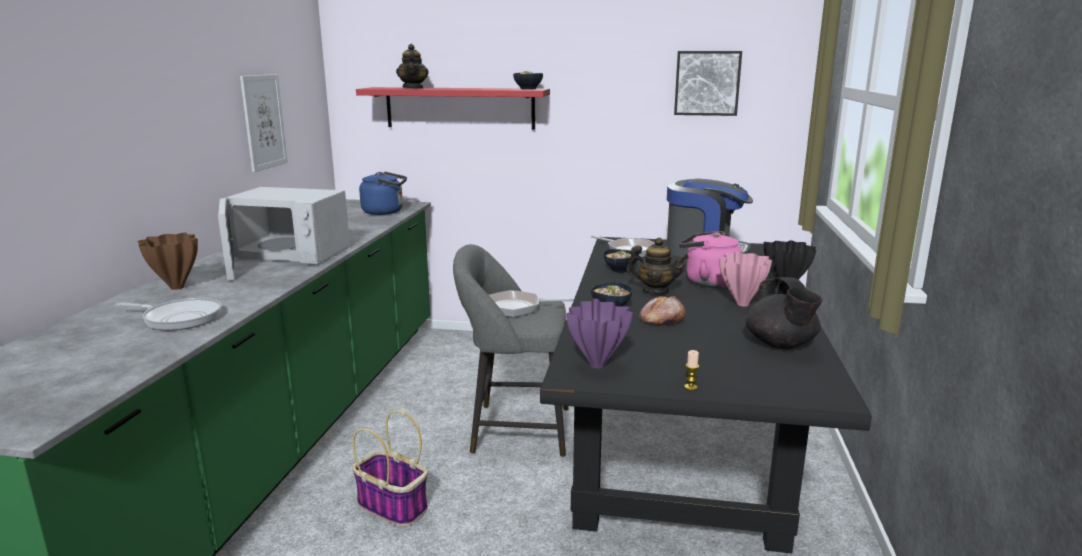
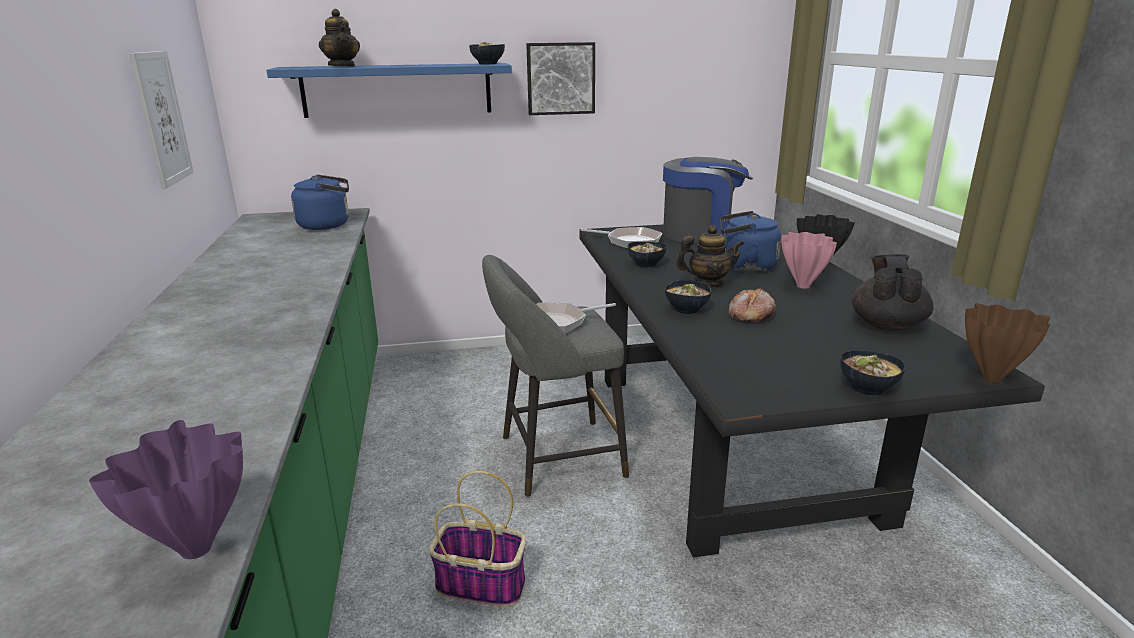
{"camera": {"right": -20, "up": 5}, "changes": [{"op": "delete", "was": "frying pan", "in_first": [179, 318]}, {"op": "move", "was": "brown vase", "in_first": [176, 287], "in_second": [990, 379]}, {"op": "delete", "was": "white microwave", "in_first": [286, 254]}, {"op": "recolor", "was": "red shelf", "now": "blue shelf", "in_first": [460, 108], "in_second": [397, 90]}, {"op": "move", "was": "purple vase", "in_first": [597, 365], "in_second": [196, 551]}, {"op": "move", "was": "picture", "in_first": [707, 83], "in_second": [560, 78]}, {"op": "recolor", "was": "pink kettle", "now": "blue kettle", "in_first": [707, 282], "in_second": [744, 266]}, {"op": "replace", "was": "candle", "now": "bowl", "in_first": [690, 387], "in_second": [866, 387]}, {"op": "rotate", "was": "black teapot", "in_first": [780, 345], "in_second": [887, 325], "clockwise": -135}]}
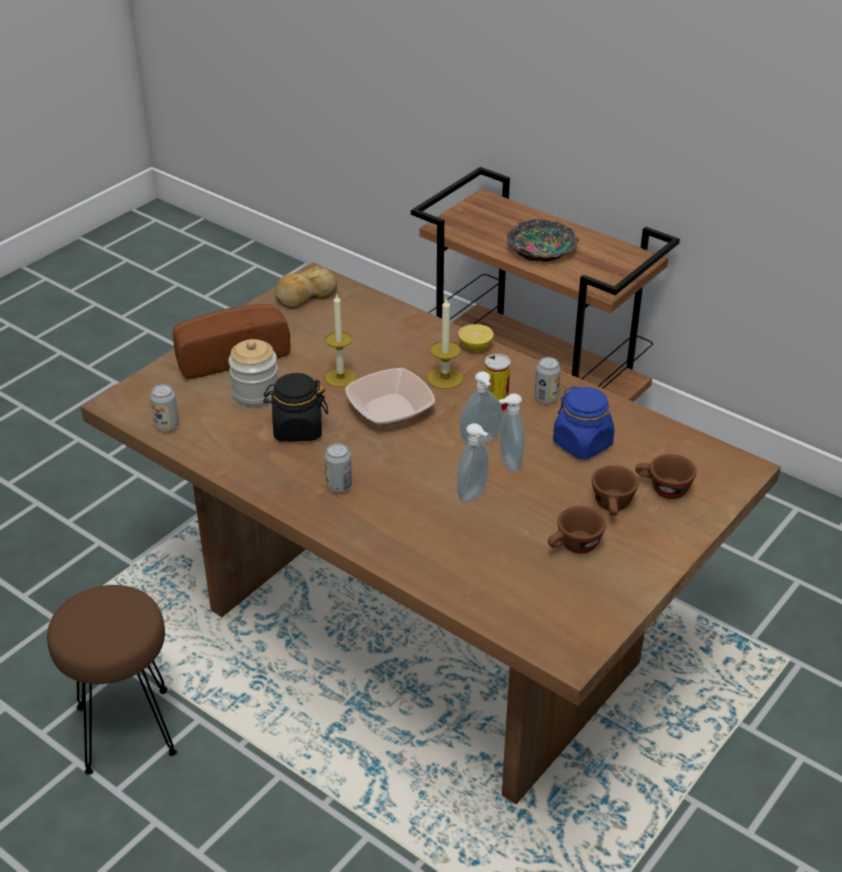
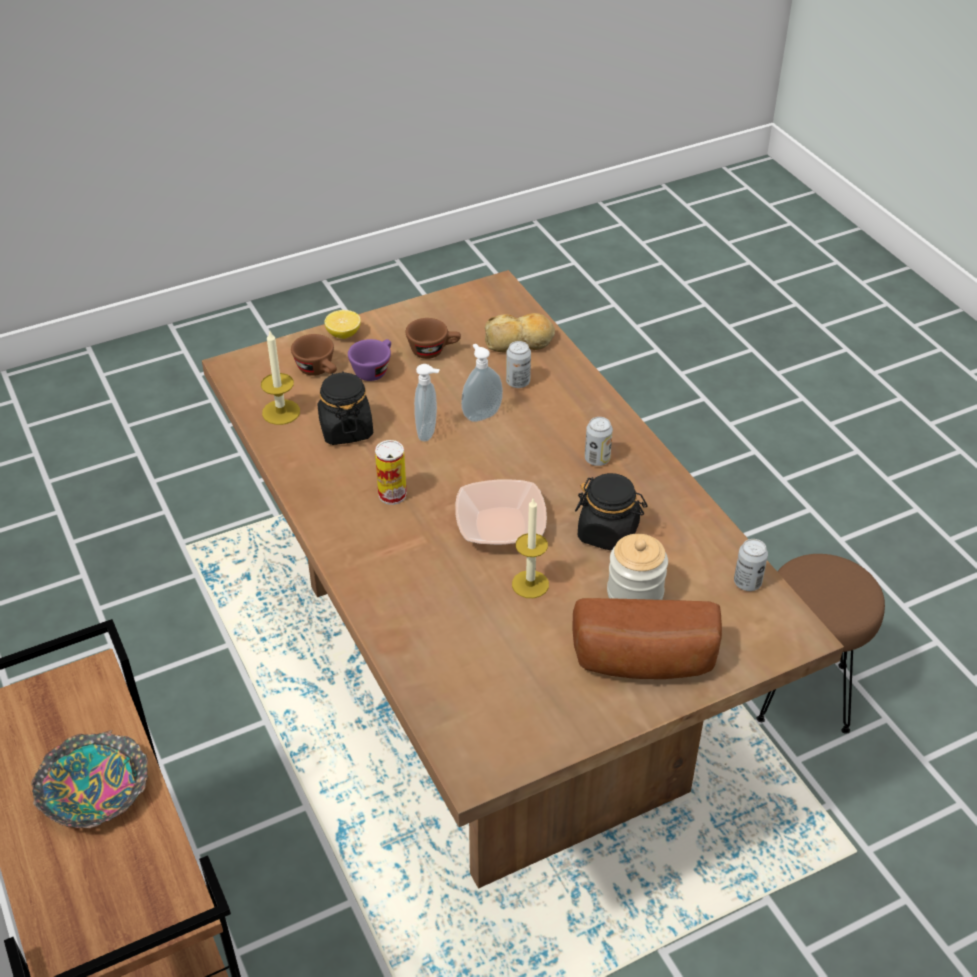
{"camera": {"right": -155, "up": 5}, "changes": [{"op": "move", "was": "bread", "in_first": [305, 296], "in_second": [519, 341]}, {"op": "move", "was": "candle", "in_first": [445, 378], "in_second": [281, 412]}, {"op": "move", "was": "lemon", "in_first": [475, 347], "in_second": [343, 334]}, {"op": "delete", "was": "soap dispenser", "in_first": [481, 442]}, {"op": "move", "was": "can", "in_first": [546, 398], "in_second": [518, 382]}, {"op": "recolor", "was": "blue jar", "now": "black jar", "in_first": [583, 444], "in_second": [346, 429]}, {"op": "recolor", "was": "brown cup", "now": "purple cup", "in_first": [613, 507], "in_second": [373, 369]}]}
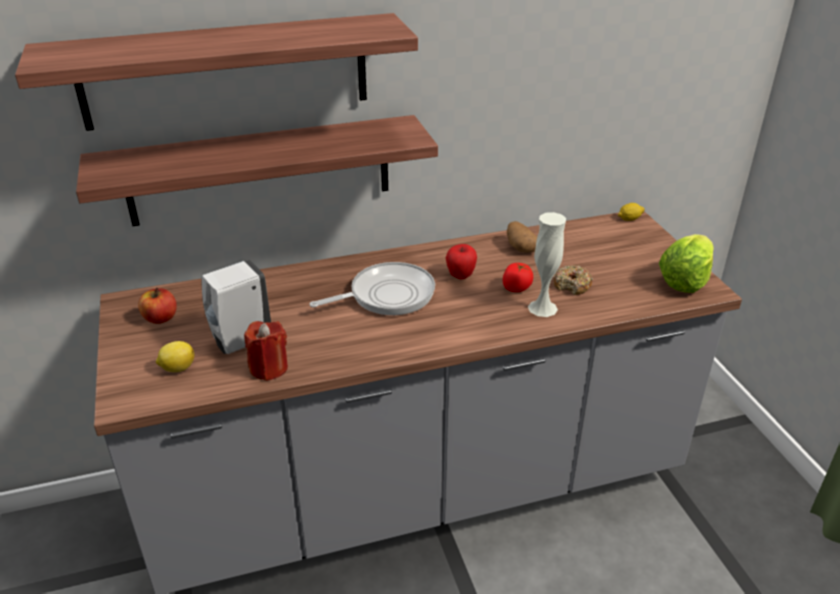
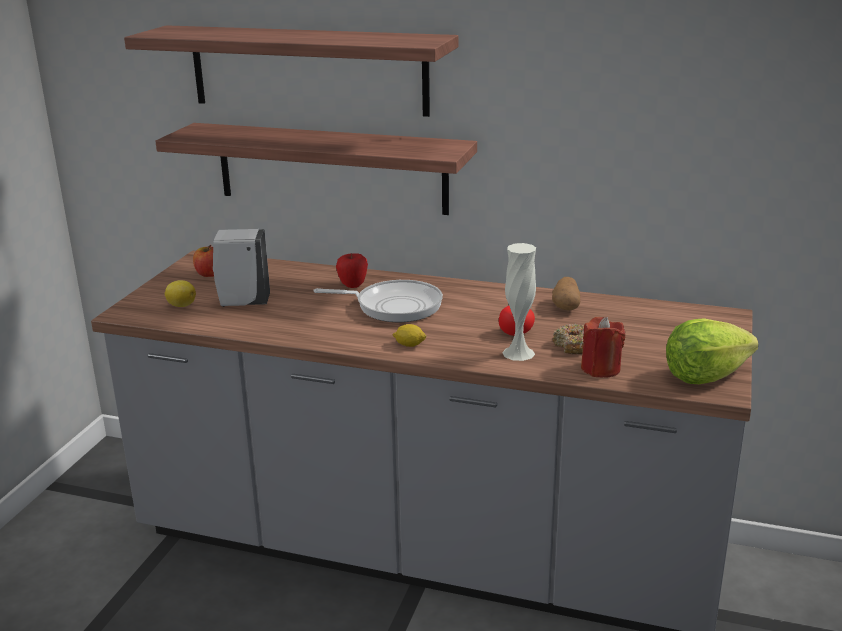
{"camera": {"right": 35, "up": -10}, "changes": [{"op": "move", "was": "red candle", "in_first": [269, 368], "in_second": [600, 369]}, {"op": "move", "was": "apple", "in_first": [460, 276], "in_second": [353, 285]}, {"op": "move", "was": "lemon", "in_first": [629, 219], "in_second": [409, 345]}]}
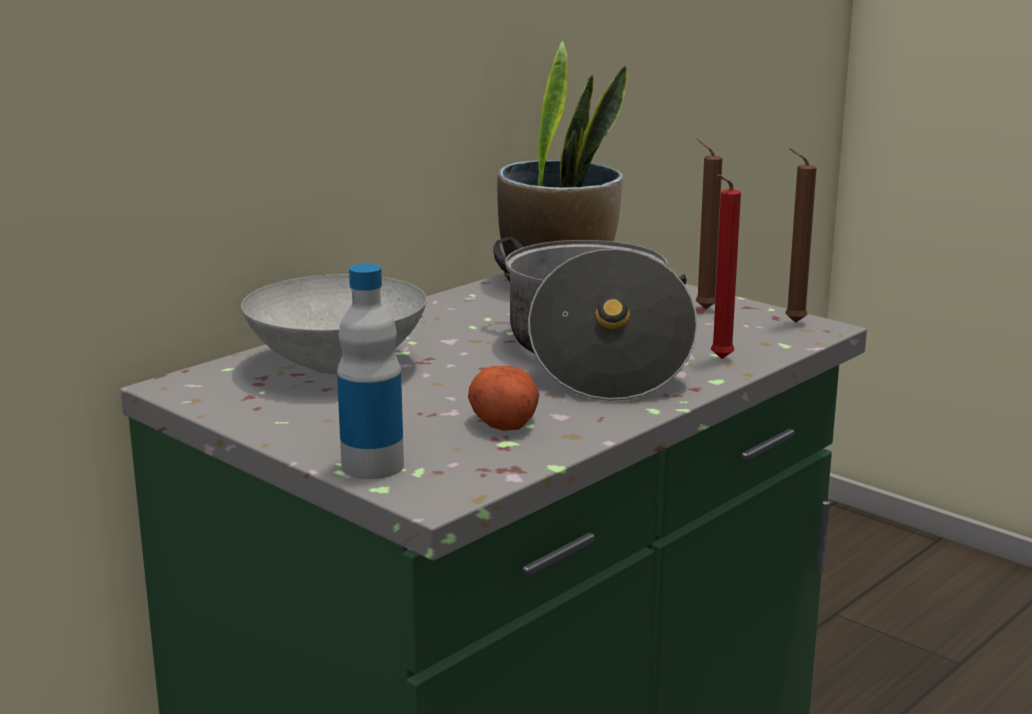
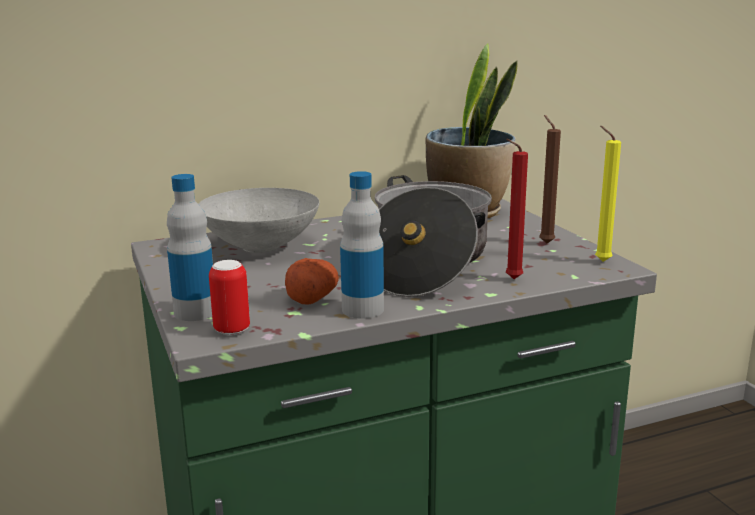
{"camera": {"right": 25, "up": 0}, "changes": [{"op": "recolor", "was": "brown candle", "now": "yellow candle", "in_first": [791, 322], "in_second": [600, 261]}, {"op": "insert", "now": "can", "in_second": [232, 330]}, {"op": "insert", "now": "bottle", "in_second": [362, 309]}]}
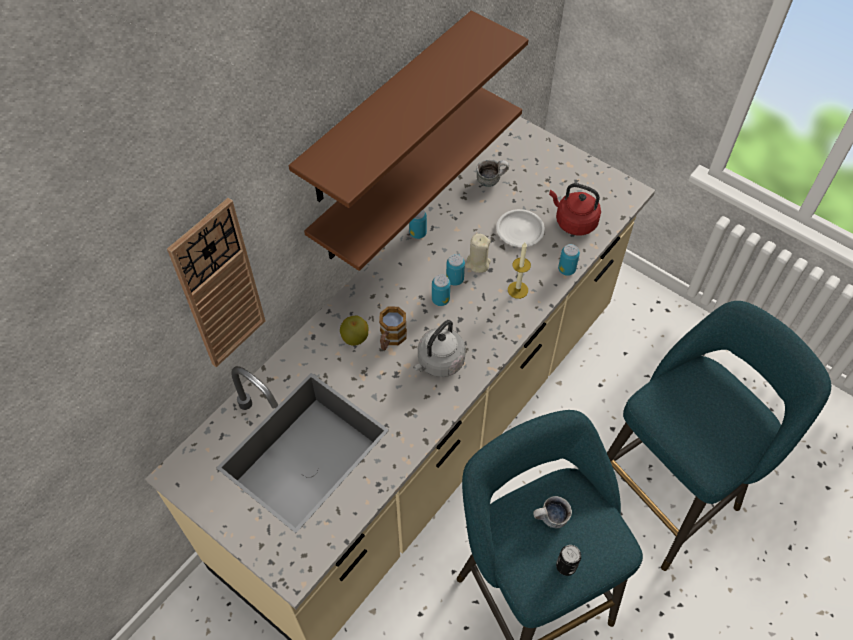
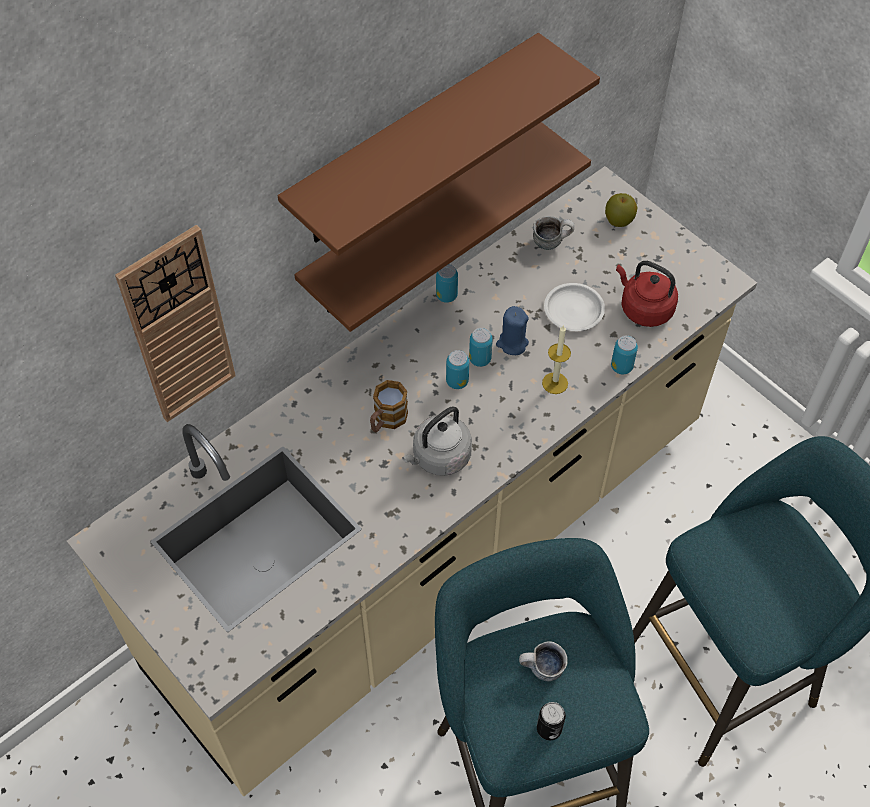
{"camera": {"right": 10, "up": 0}, "changes": [{"op": "move", "was": "apple", "in_first": [355, 338], "in_second": [619, 220]}, {"op": "recolor", "was": "beige candle", "now": "blue candle", "in_first": [477, 263], "in_second": [512, 343]}]}
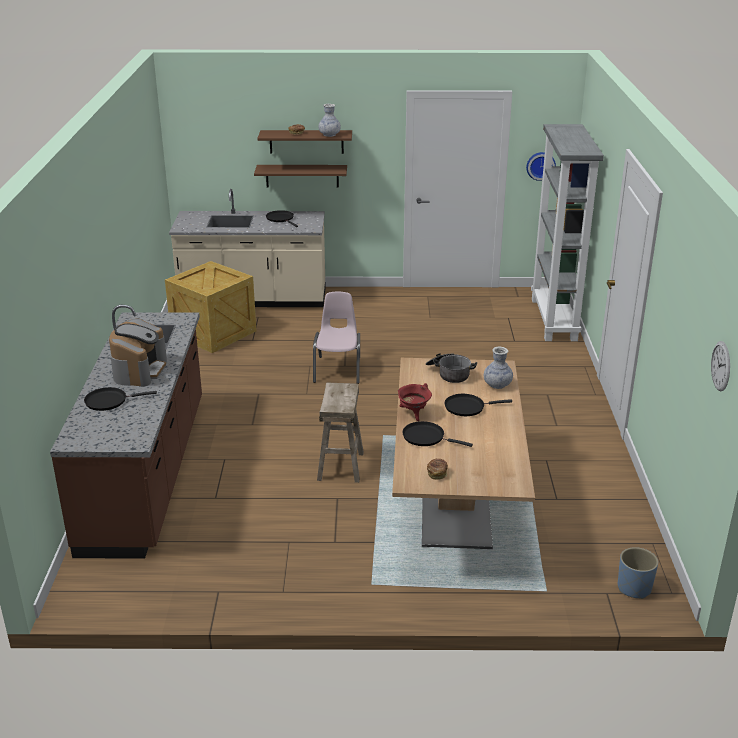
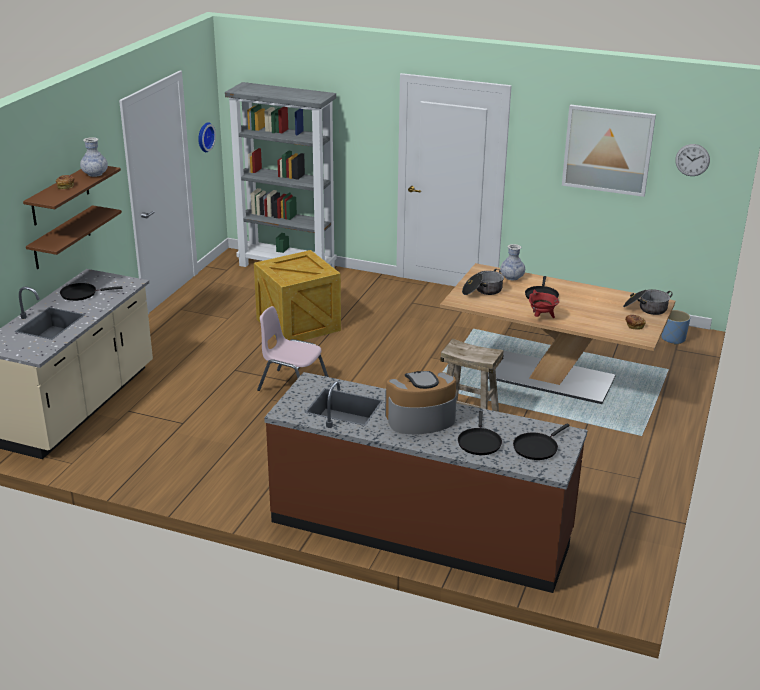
{"camera": {"right": -70, "up": 0}, "changes": [{"op": "rotate", "was": "coffee machine", "in_first": [139, 370], "in_second": [420, 419], "clockwise": -45}, {"op": "move", "was": "crate", "in_first": [213, 333], "in_second": [299, 325]}, {"op": "move", "was": "black frying pan", "in_first": [426, 437], "in_second": [537, 447]}, {"op": "insert", "now": "picture", "in_second": [607, 150]}, {"op": "insert", "now": "cooking pot", "in_second": [646, 308]}]}
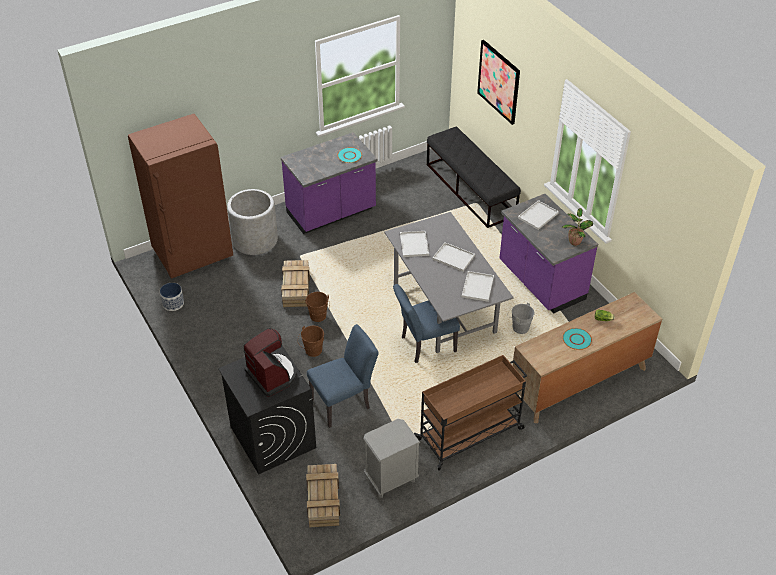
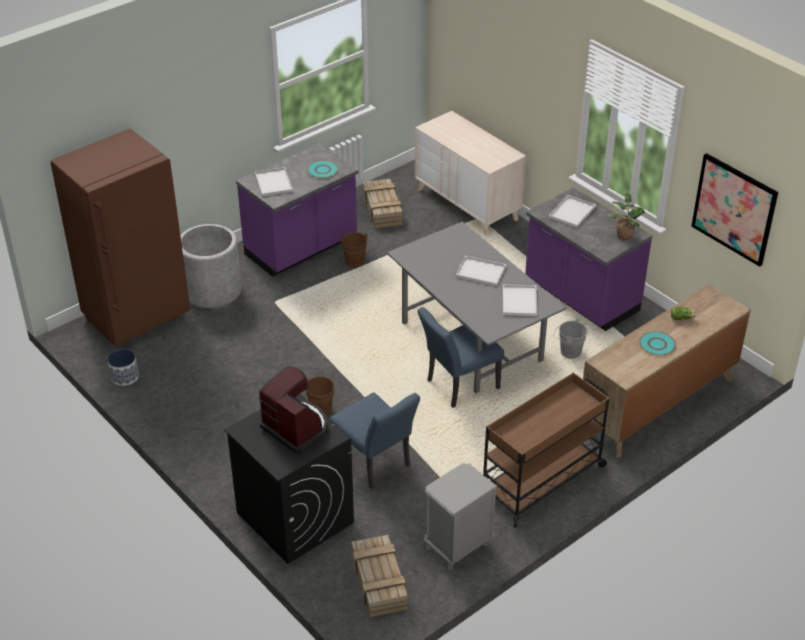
{"camera": {"right": -10, "up": -5}, "changes": [{"op": "move", "was": "crate", "in_first": [295, 287], "in_second": [382, 209]}, {"op": "move", "was": "brown bucket", "in_first": [318, 317], "in_second": [355, 263]}, {"op": "rotate", "was": "blue chair", "in_first": [344, 402], "in_second": [375, 464], "clockwise": 90}, {"op": "move", "was": "white tray", "in_first": [414, 245], "in_second": [274, 183]}, {"op": "replace", "was": "black bench", "now": "beige dresser", "in_first": [470, 190], "in_second": [467, 204]}, {"op": "move", "was": "picture", "in_first": [499, 81], "in_second": [734, 209]}]}
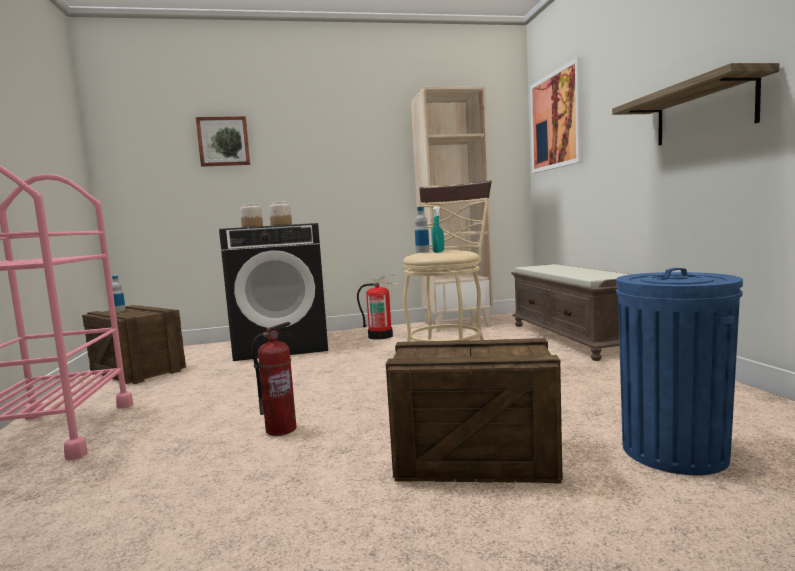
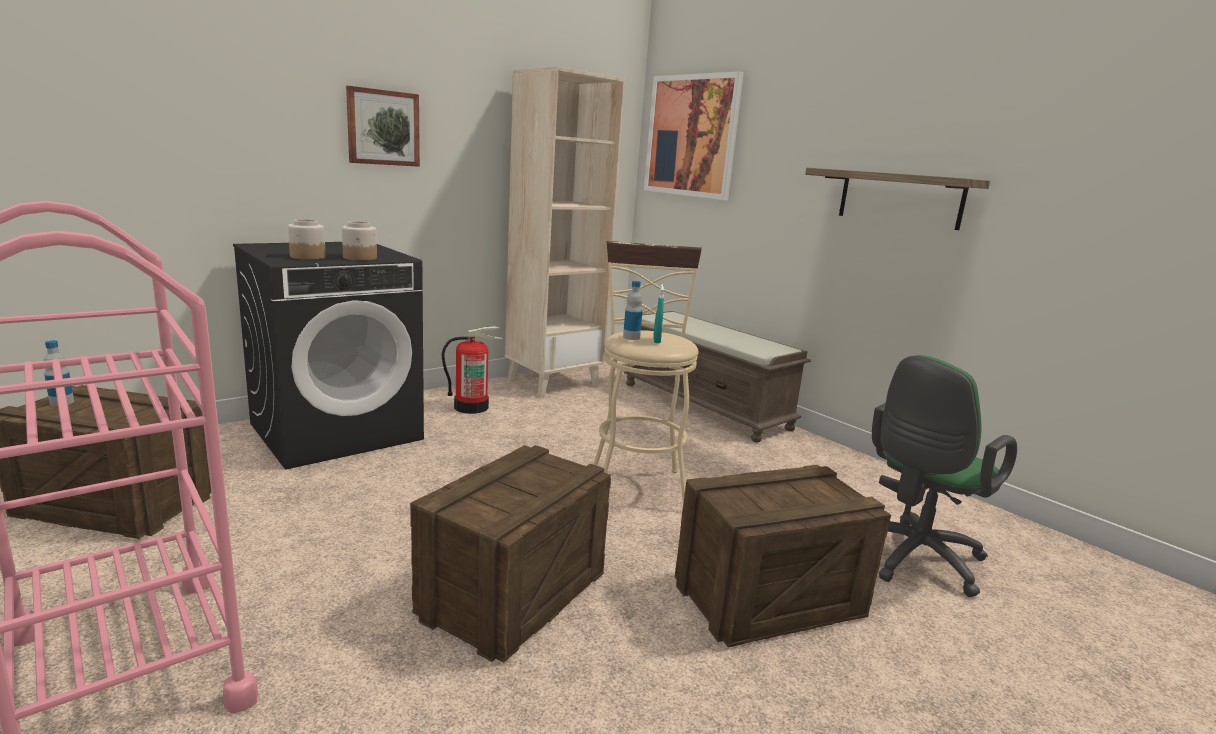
{"camera": {"right": -30, "up": 10}, "changes": [{"op": "move", "was": "picture", "in_first": [223, 141], "in_second": [383, 127]}, {"op": "replace", "was": "fire extinguisher", "now": "crate", "in_first": [281, 429], "in_second": [513, 593]}, {"op": "replace", "was": "blue trash can", "now": "green office chair", "in_first": [673, 451], "in_second": [912, 560]}]}
